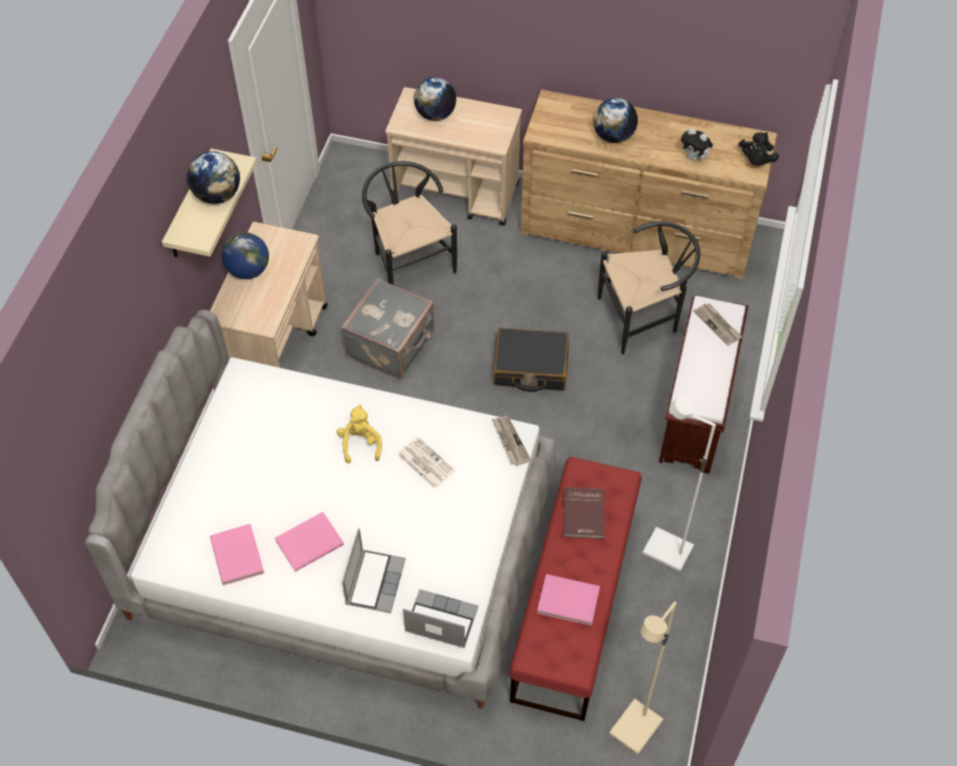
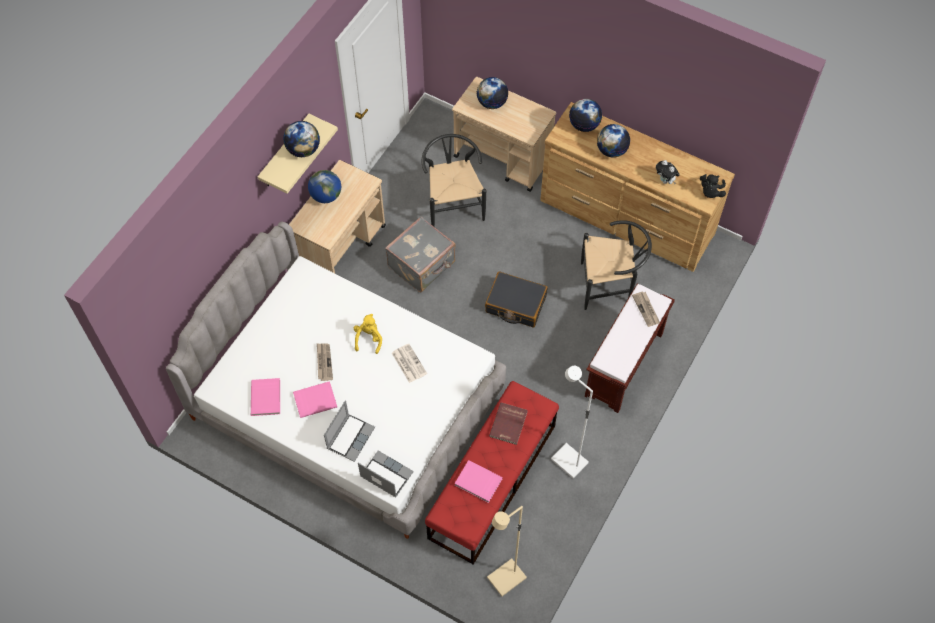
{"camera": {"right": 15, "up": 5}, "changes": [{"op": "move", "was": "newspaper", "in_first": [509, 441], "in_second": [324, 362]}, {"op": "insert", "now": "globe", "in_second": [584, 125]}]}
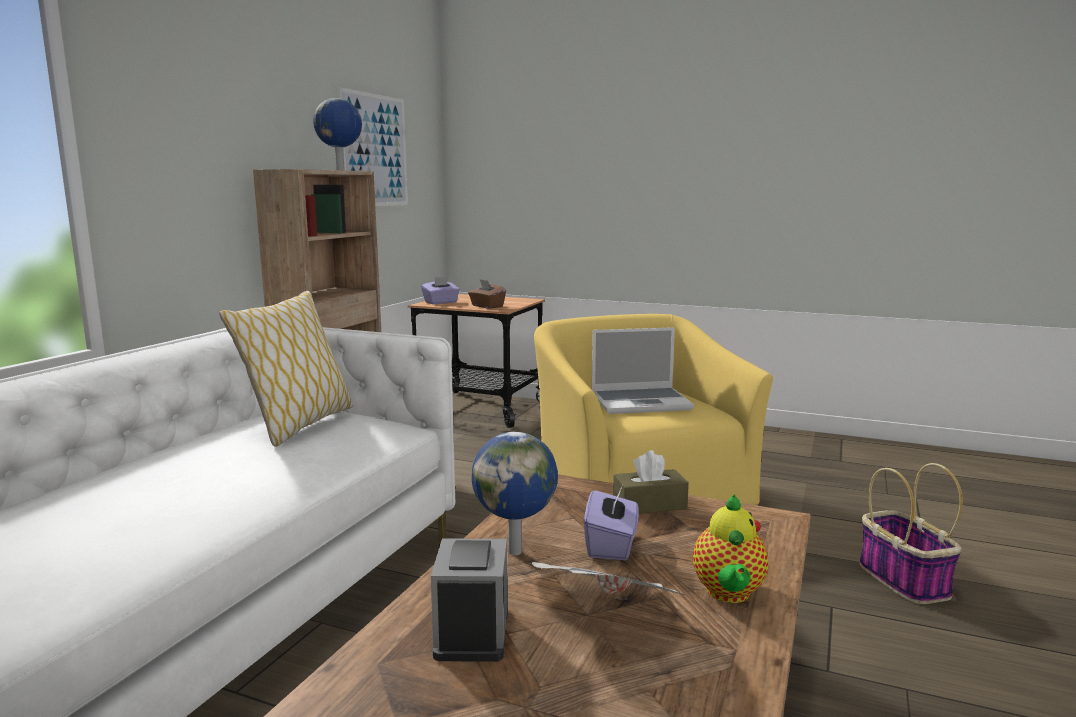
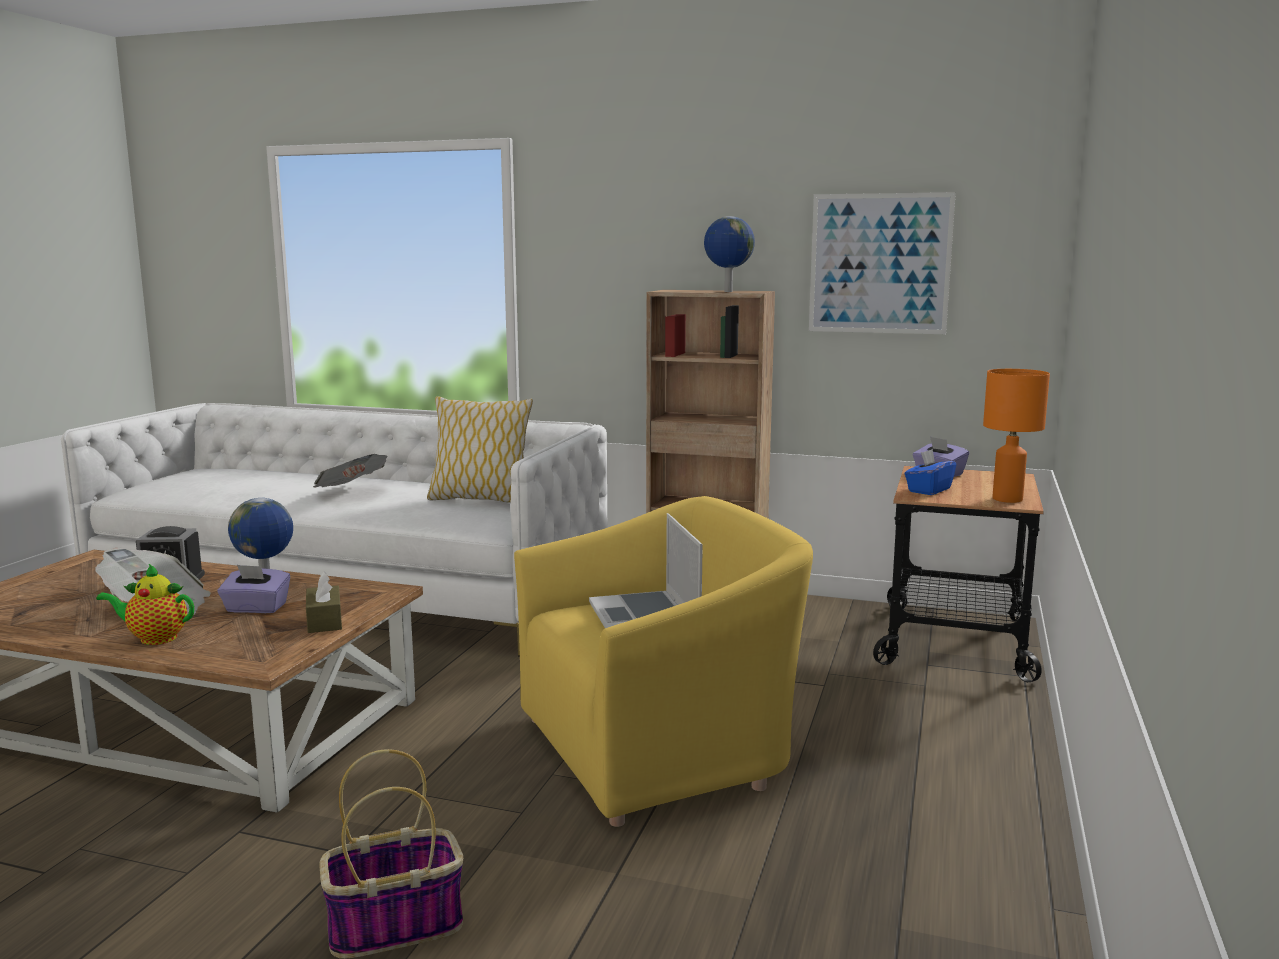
{"camera": {"right": 85, "up": 0}, "changes": [{"op": "recolor", "was": "brown tissue box", "now": "blue tissue box", "in_first": [487, 306], "in_second": [928, 490]}, {"op": "insert", "now": "newspaper", "in_second": [351, 491]}, {"op": "insert", "now": "orange table lamp", "in_second": [1007, 499]}]}
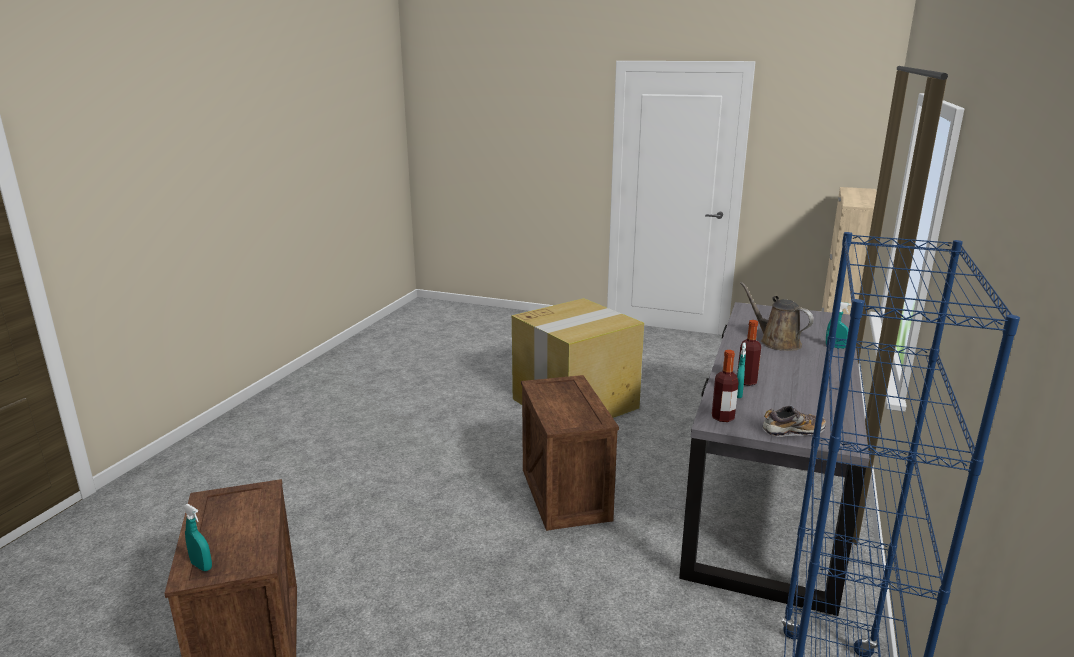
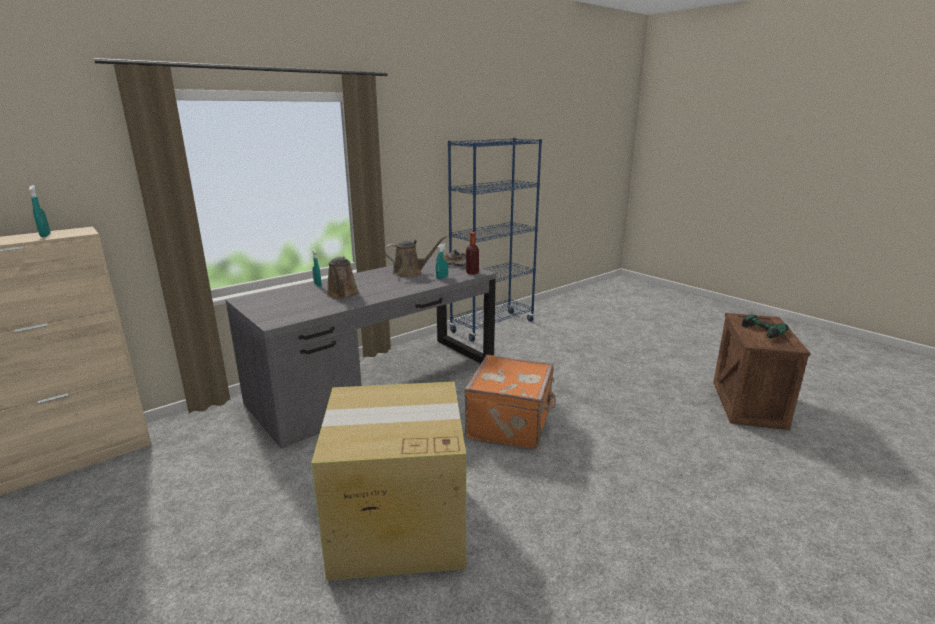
{"camera": {"right": -150, "up": 0}, "changes": [{"op": "move", "was": "turquoise spray bottle", "in_first": [201, 566], "in_second": [45, 235]}, {"op": "replace", "was": "crate", "now": "orange suitcase", "in_first": [566, 494], "in_second": [511, 424]}, {"op": "delete", "was": "bottle", "in_first": [746, 382]}, {"op": "insert", "now": "brown watering can", "in_second": [410, 272]}, {"op": "insert", "now": "power drill", "in_second": [759, 332]}]}
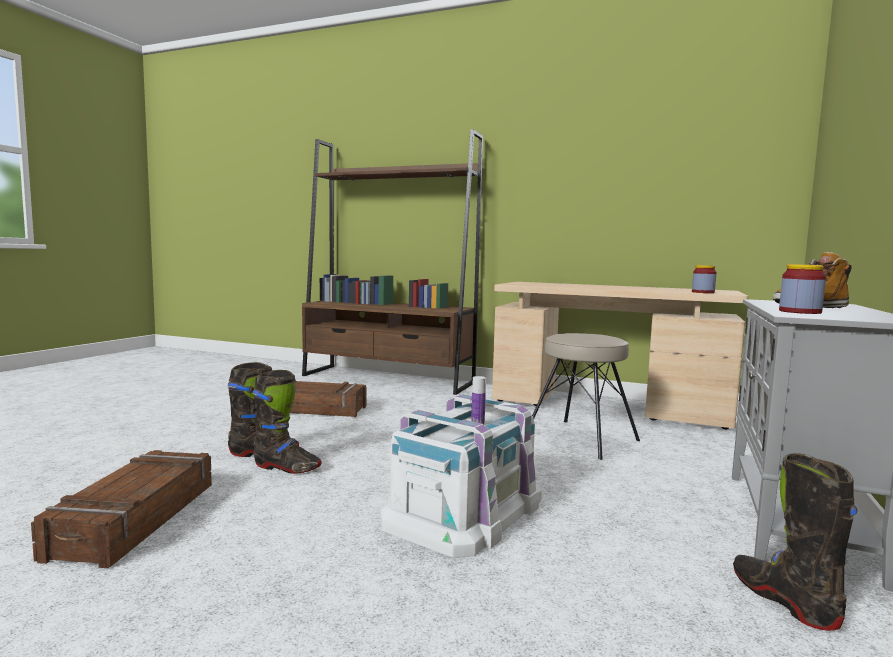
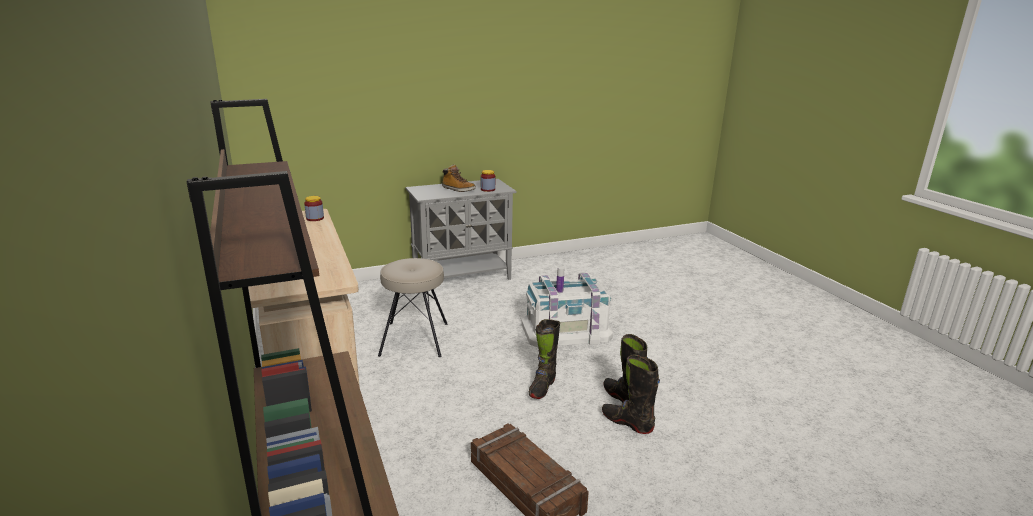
{"camera": {"right": -135, "up": 15}, "changes": [{"op": "delete", "was": "crate", "in_first": [134, 519]}, {"op": "move", "was": "black boot", "in_first": [784, 600], "in_second": [542, 387]}]}
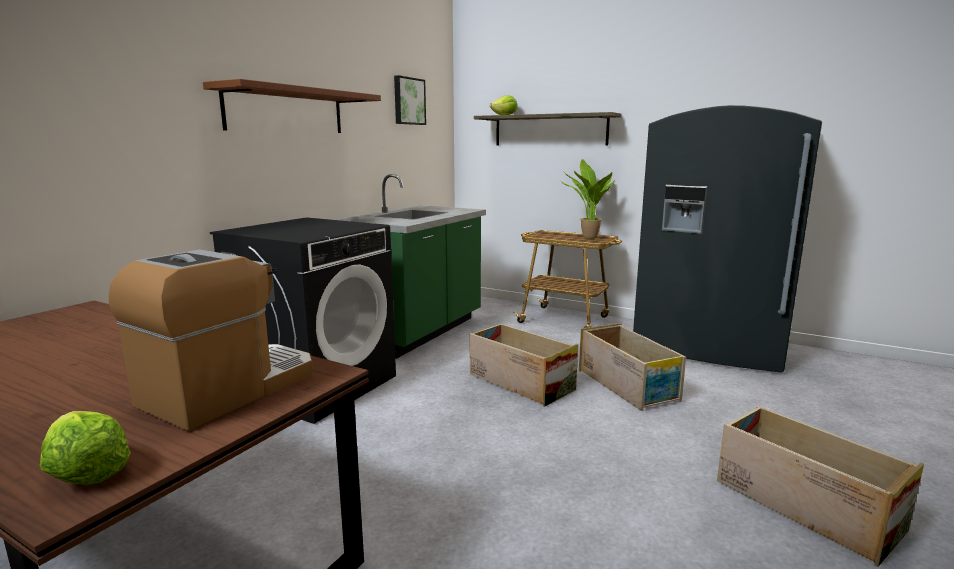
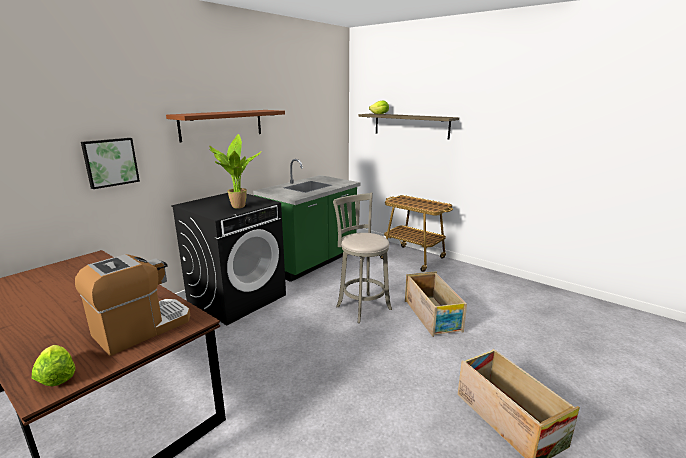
{"camera": {"right": 10, "up": 5}, "changes": [{"op": "move", "was": "picture", "in_first": [408, 101], "in_second": [110, 162]}, {"op": "replace", "was": "crate", "now": "grey stool", "in_first": [519, 382], "in_second": [362, 306]}, {"op": "move", "was": "potted plant", "in_first": [587, 238], "in_second": [236, 207]}, {"op": "delete", "was": "grey fridge", "in_first": [709, 347]}]}
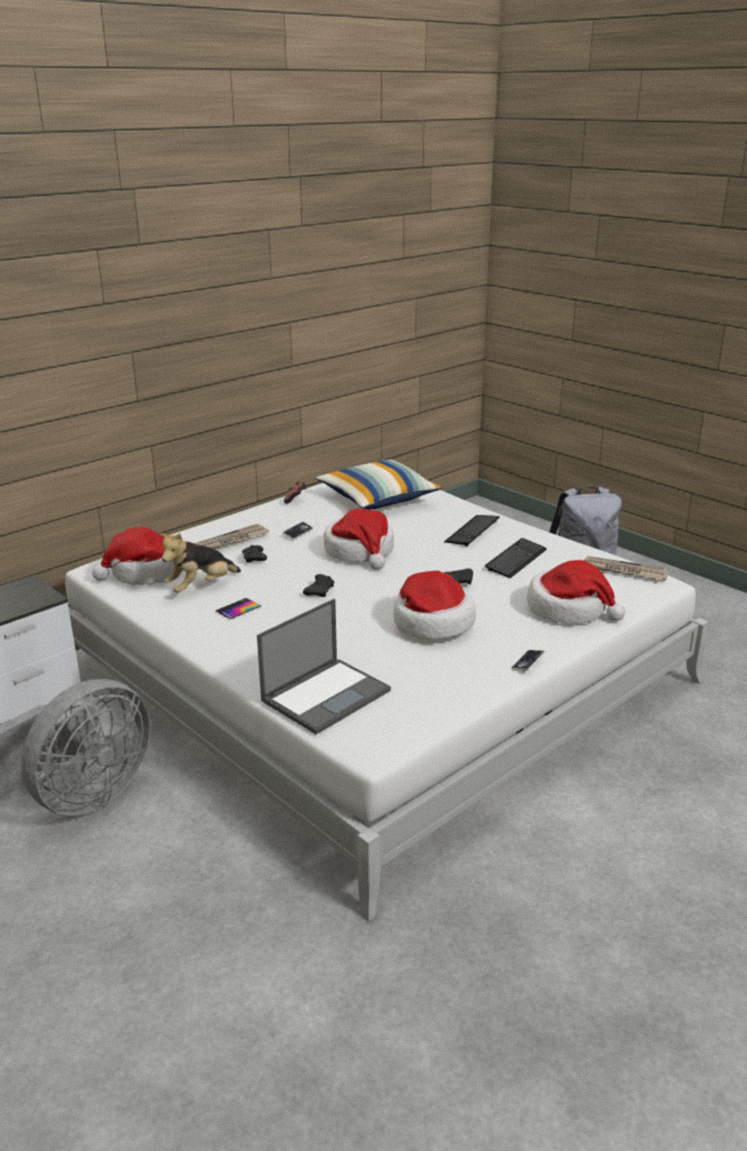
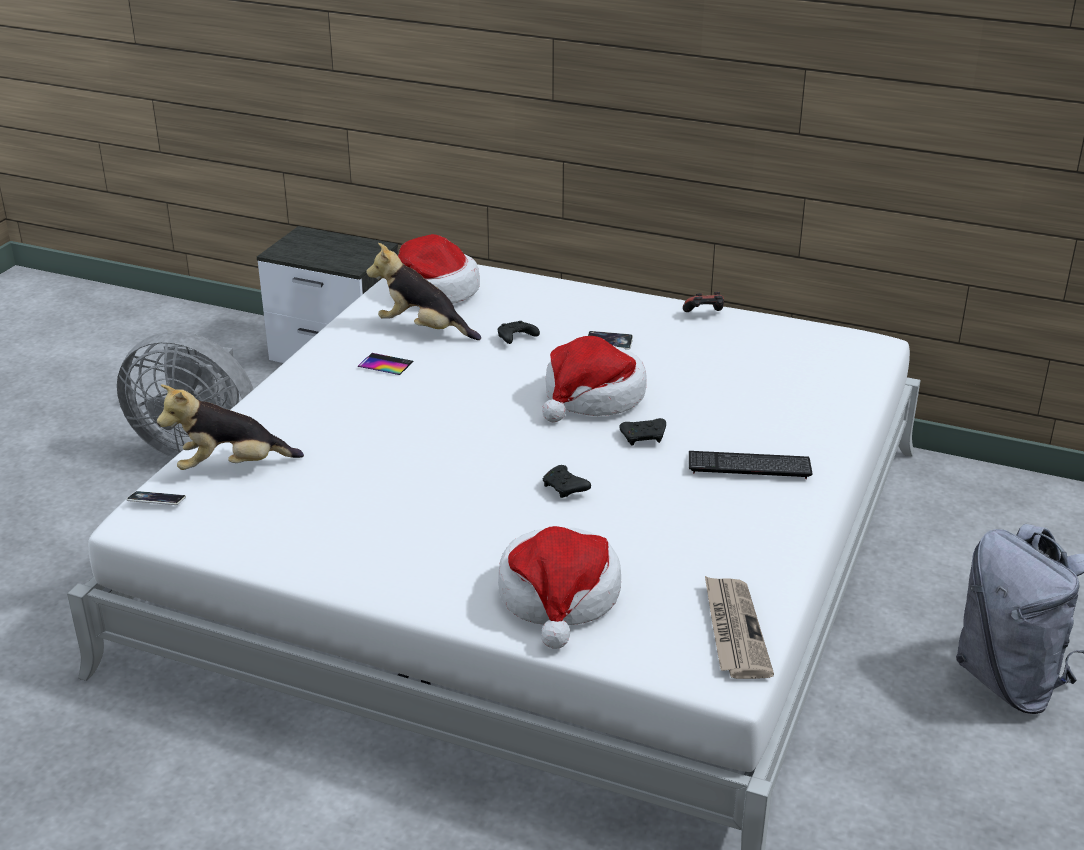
{"camera": {"right": 65, "up": 5}, "changes": [{"op": "delete", "was": "newspaper", "in_first": [232, 541]}, {"op": "replace", "was": "laptop", "now": "plush toy", "in_first": [327, 695], "in_second": [231, 467]}, {"op": "move", "was": "black game controller", "in_first": [320, 591], "in_second": [644, 437]}, {"op": "delete", "was": "pillow", "in_first": [378, 499]}, {"op": "delete", "was": "hat", "in_first": [431, 622]}, {"op": "delete", "was": "keyboard", "in_first": [516, 559]}, {"op": "move", "was": "phone", "in_first": [528, 662], "in_second": [157, 501]}]}
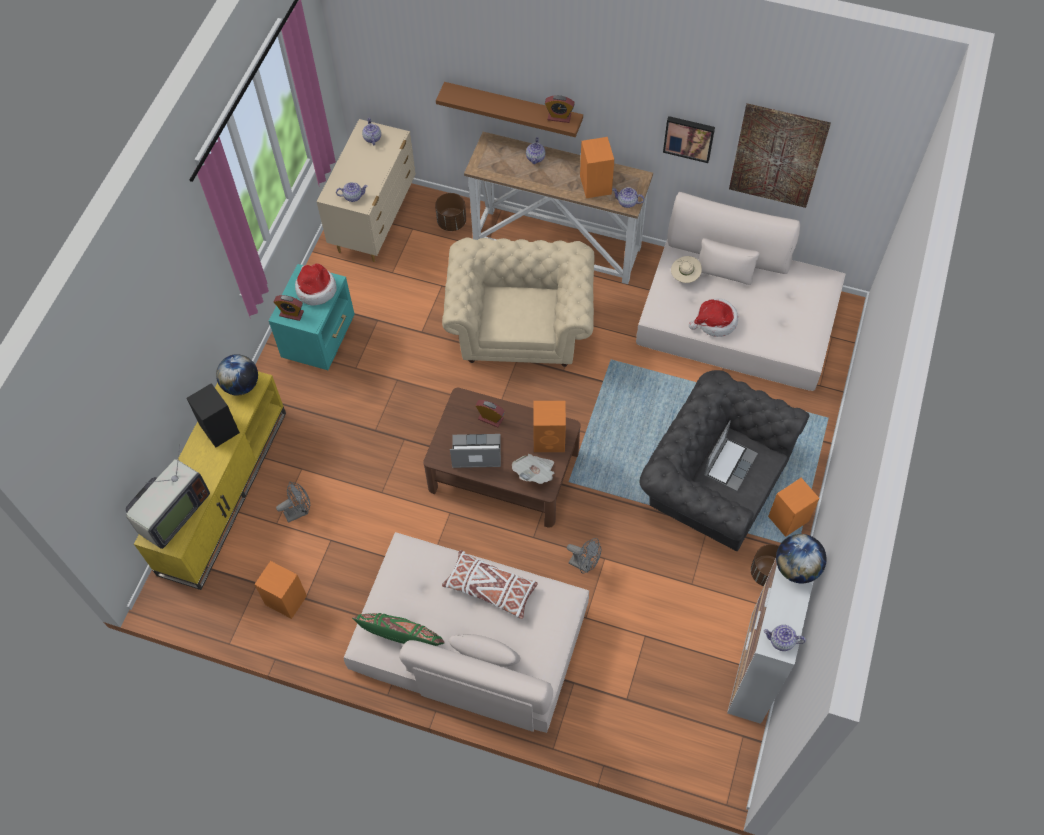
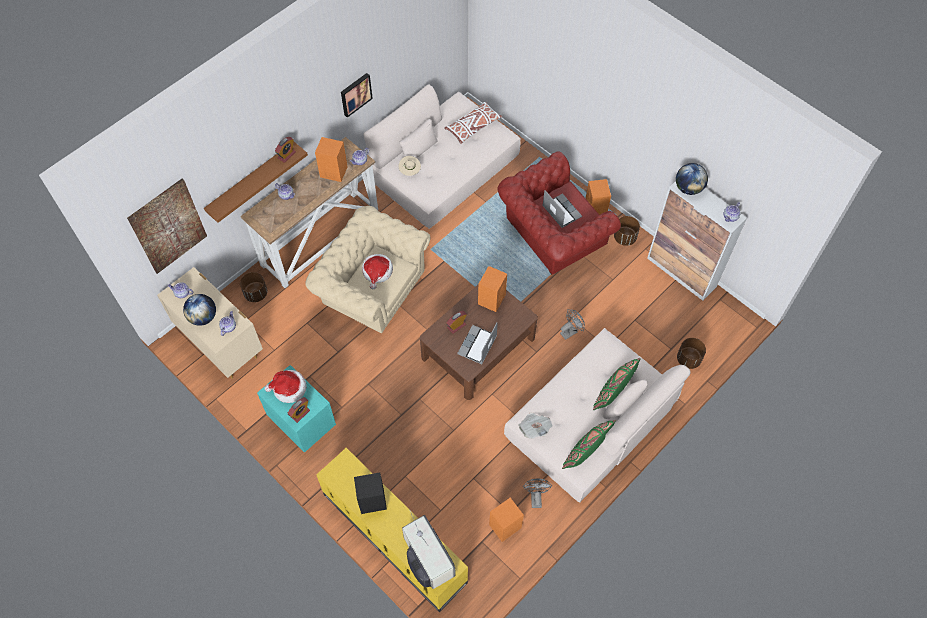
{"camera": {"right": -65, "up": 0}, "changes": [{"op": "move", "was": "globe", "in_first": [241, 385], "in_second": [203, 317]}, {"op": "move", "was": "grey fan", "in_first": [299, 511], "in_second": [535, 497]}, {"op": "move", "was": "white pillow", "in_first": [490, 588], "in_second": [473, 126]}, {"op": "move", "was": "newspaper", "in_first": [535, 473], "in_second": [534, 428]}, {"op": "recolor", "was": "grey armchair", "now": "red armchair", "in_first": [713, 484], "in_second": [552, 236]}, {"op": "move", "was": "hat", "in_first": [715, 322], "in_second": [377, 272]}, {"op": "move", "was": "picture", "in_first": [777, 155], "in_second": [168, 226]}, {"op": "insert", "now": "green pillow", "in_second": [614, 389]}, {"op": "insert", "now": "brown planter", "in_second": [688, 359]}]}
